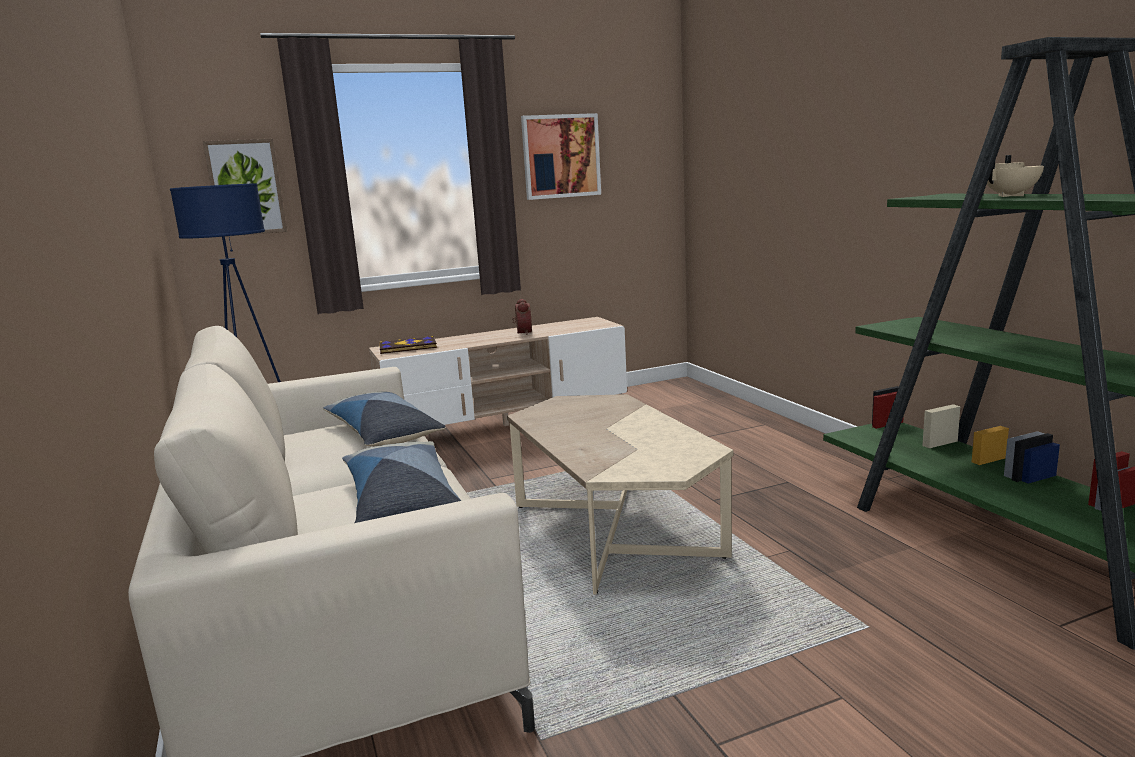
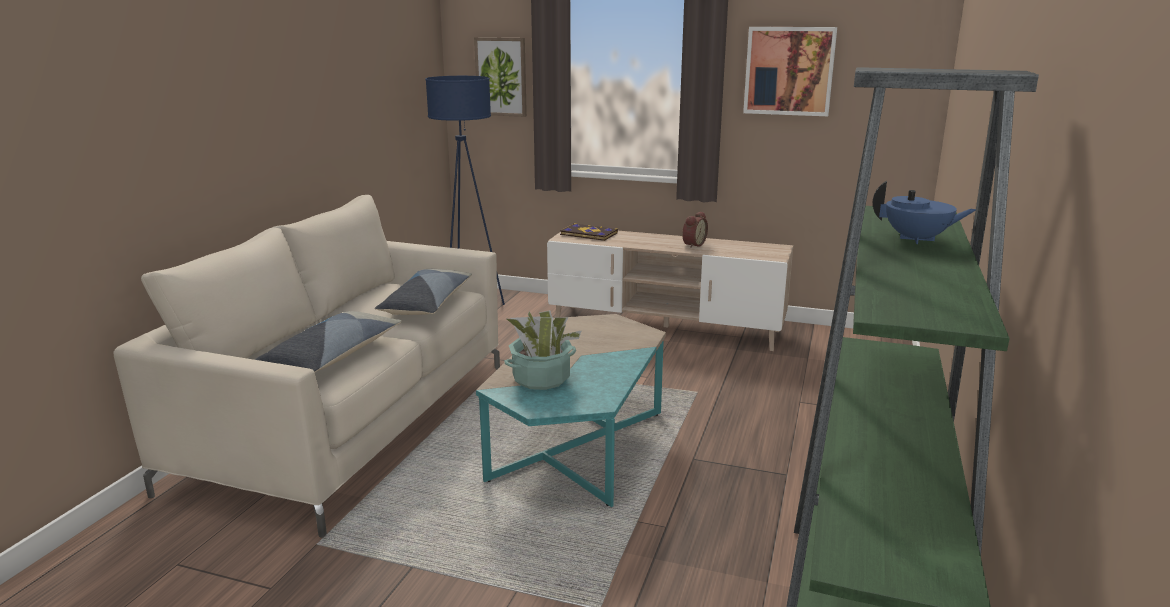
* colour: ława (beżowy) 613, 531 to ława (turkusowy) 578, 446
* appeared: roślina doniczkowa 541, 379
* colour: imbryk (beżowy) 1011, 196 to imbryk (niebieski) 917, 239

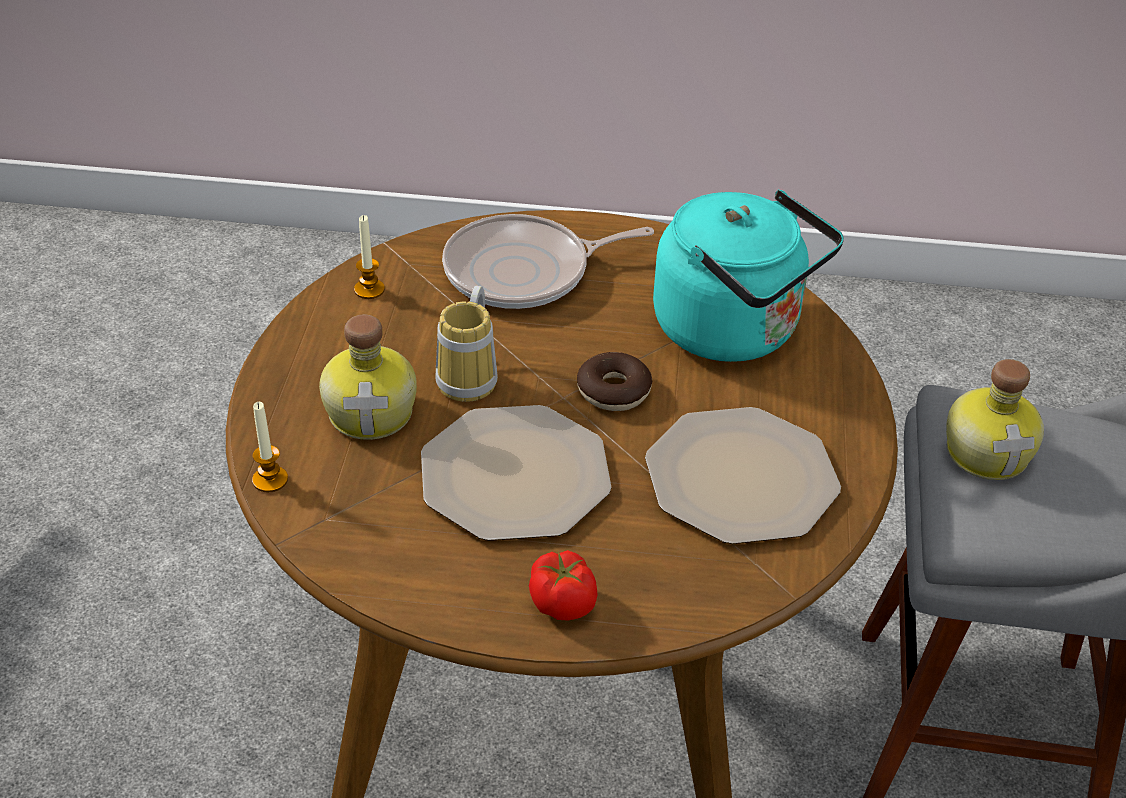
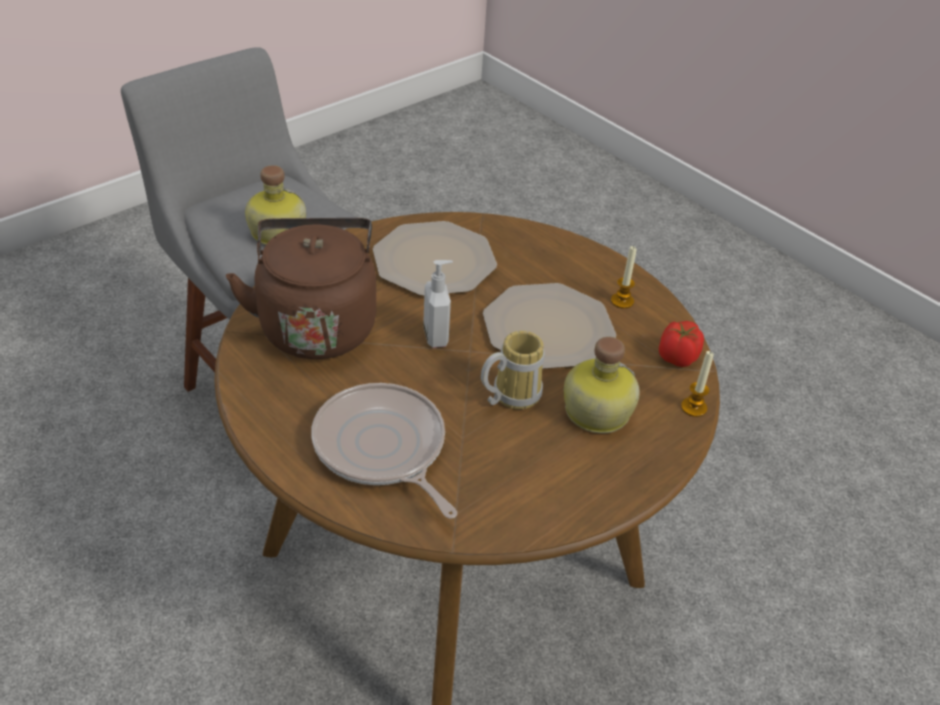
* colour: czajnik (turkusowy) 734, 331 to czajnik (brązowy) 316, 324
* spun: patelnia 524, 272 = 382, 449 150 degrees counterclockwise
* exchanged: donut 613, 391 to dozownik mydła 436, 336
* relocated: świeca 369, 290 to 622, 301
* relocated: pomidor 562, 604 to 676, 357

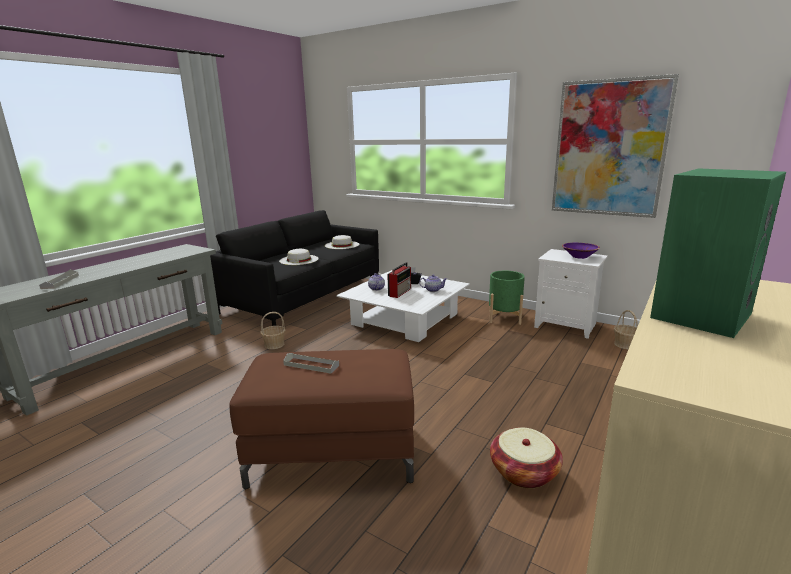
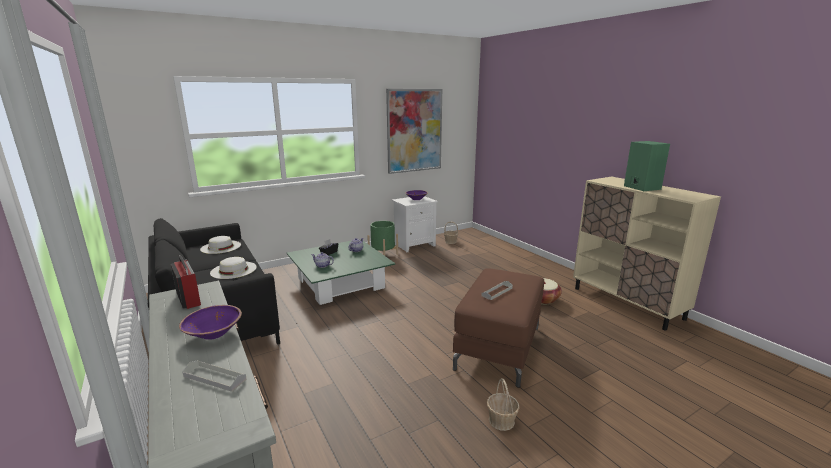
* relocated: radio 400, 292 to 189, 298
* appeared: miska (fioletowy) 214, 333
* colour: ława (biały) 405, 319 to ława (zielony) 340, 283
* relocated: koszyk 274, 345 to 501, 421

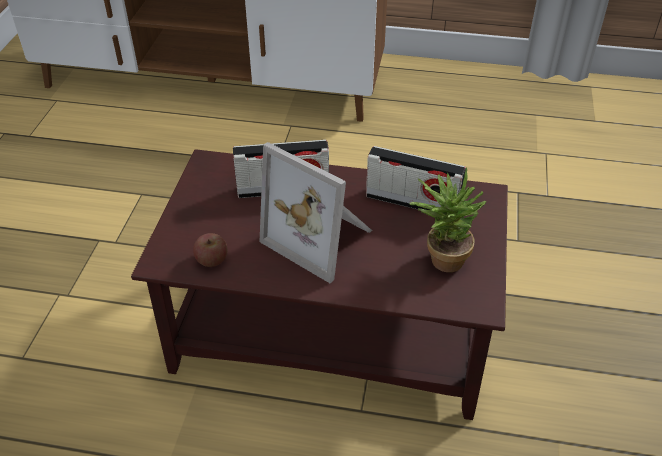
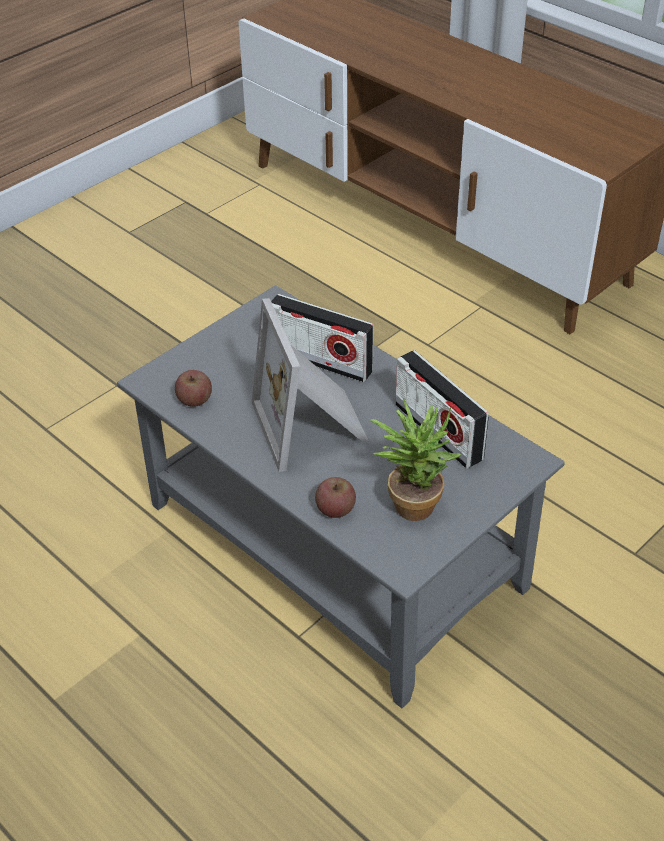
* colour: ława (brązowy) 333, 331 to ława (szary) 337, 546
* appeared: jabłko 335, 509

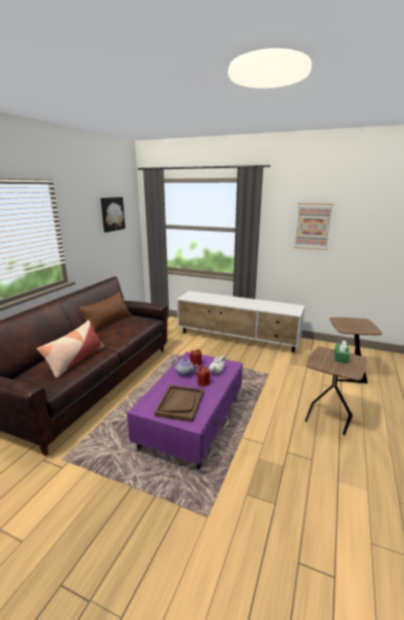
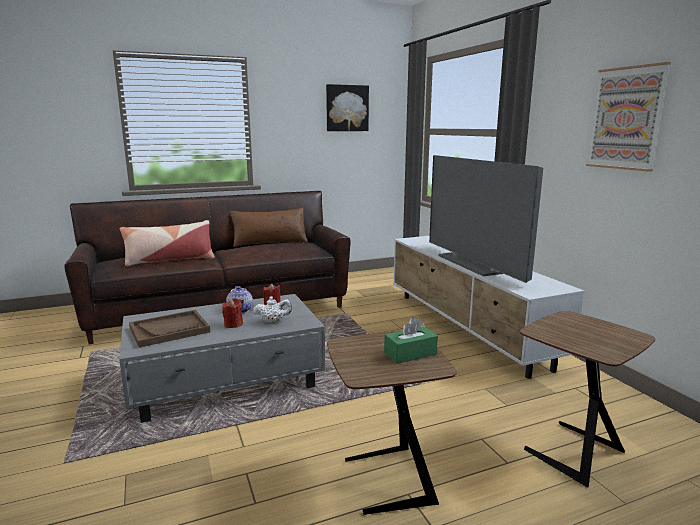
* colour: ława (fioletowy) 193, 421 to ława (szary) 227, 381
* appeared: telewizor 476, 263

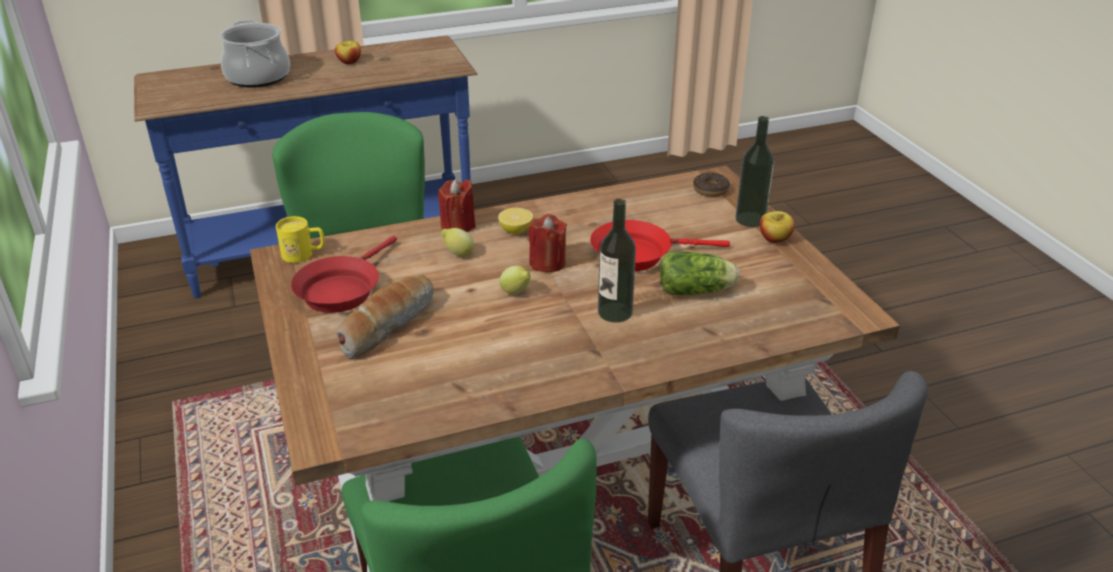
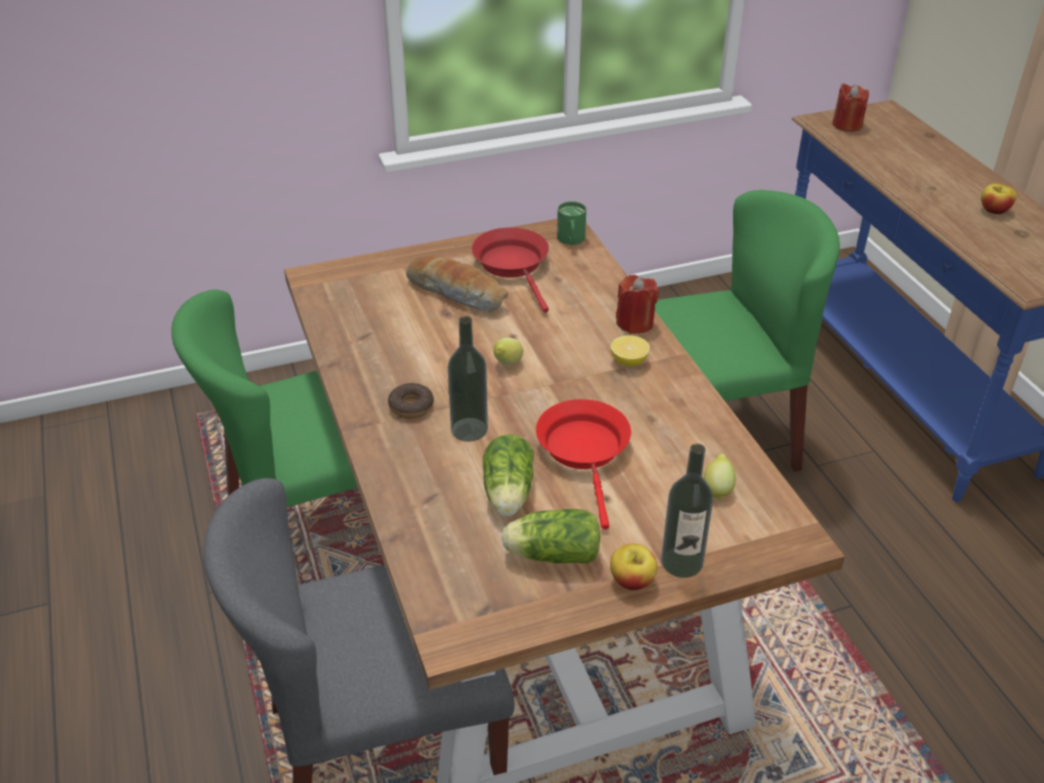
* relocated: donut 710, 190 to 411, 406
* spun: patelnia (czerwony) 342, 289 = 513, 266 45 degrees clockwise
* appeared: sałata 550, 554
* colour: kubek (żółty) 304, 254 to kubek (zielony) 571, 241
* relocated: cytryna 458, 254 to 717, 489
* relocated: świeca (czerwony) 547, 263 to 847, 125
* missing: garnek 257, 77

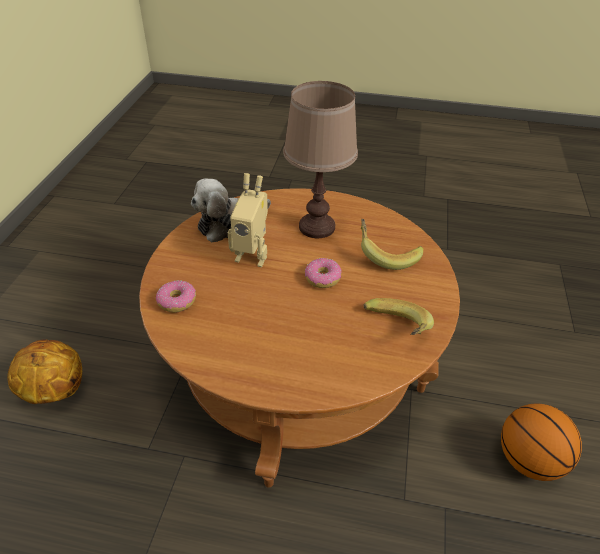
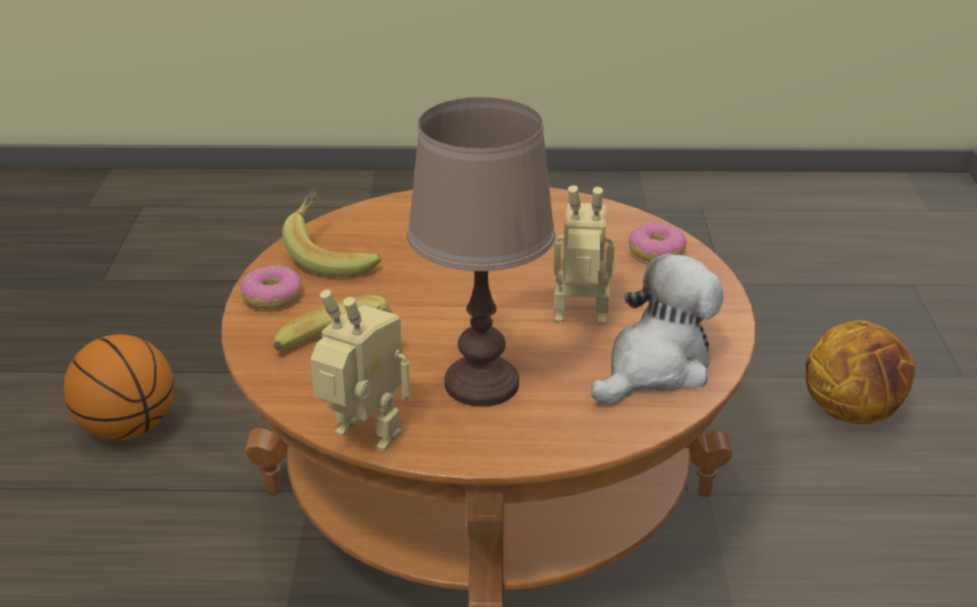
* relocated: donut 322, 278 to 272, 297
* appeared: robot zabawkowy 362, 439

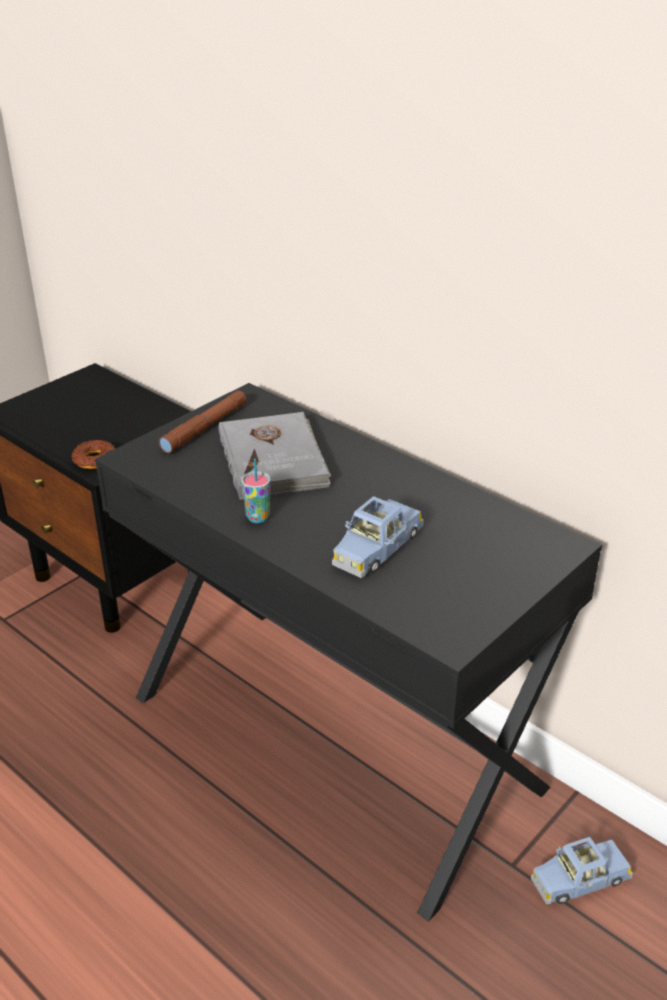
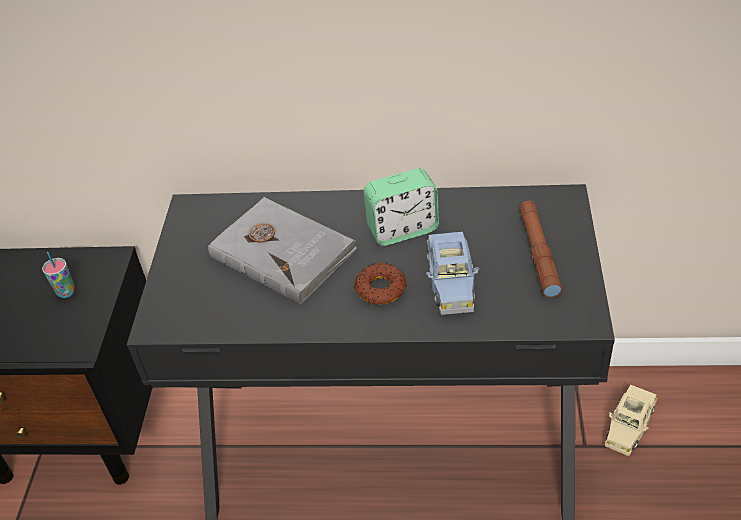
* relocated: filiżanka 257, 517 to 66, 292
* relocated: donut 94, 459 to 380, 289
* appeared: budzik 403, 229
* relocated: latarka (brązowy) 204, 428 to 538, 253
* colour: samochodzik (niebieski) 579, 879 to samochodzik (beżowy) 629, 425

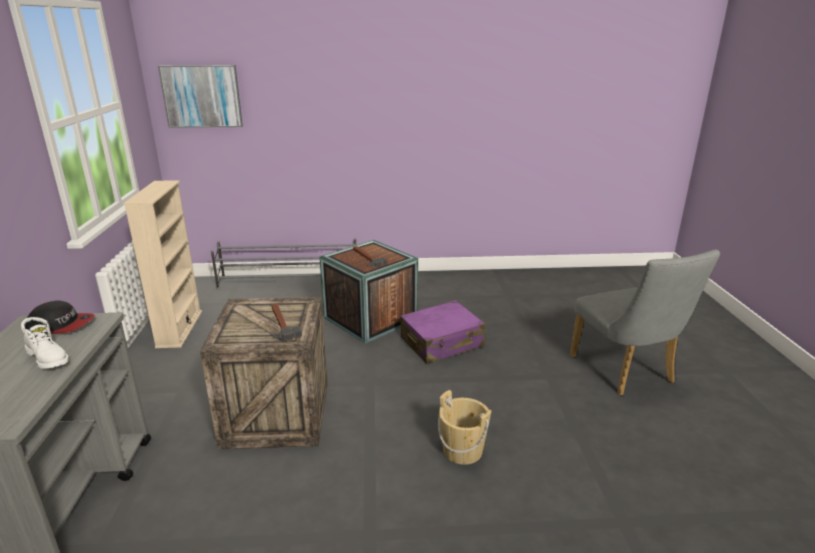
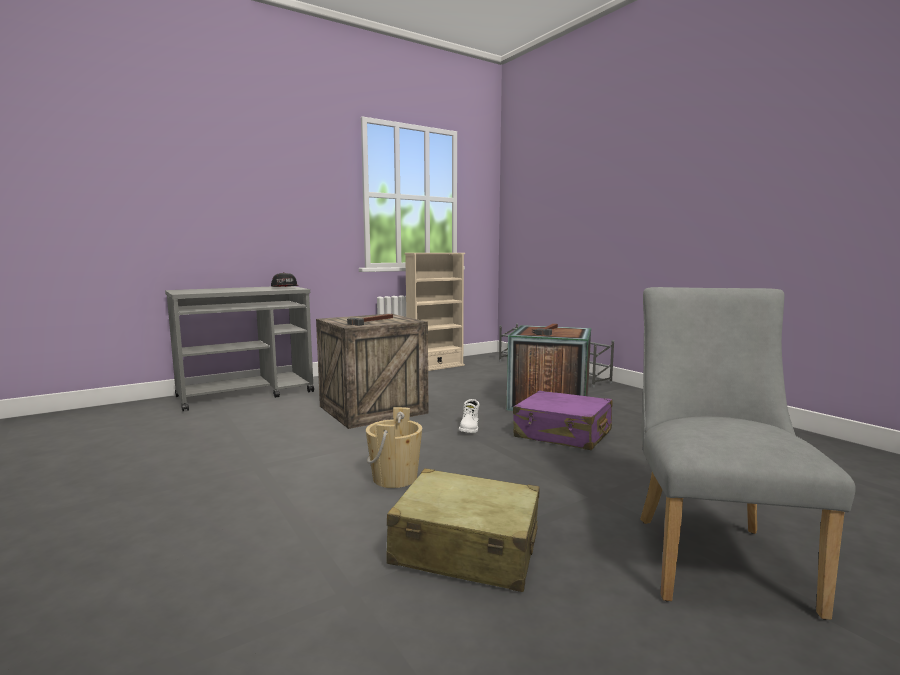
* appeared: walizka (beżowy) 466, 548
* relocated: but z cholewką (biały) 49, 358 to 470, 428
* spun: krzesło (szary) 626, 373 = 713, 554 150 degrees clockwise
* missing: obraz 202, 96

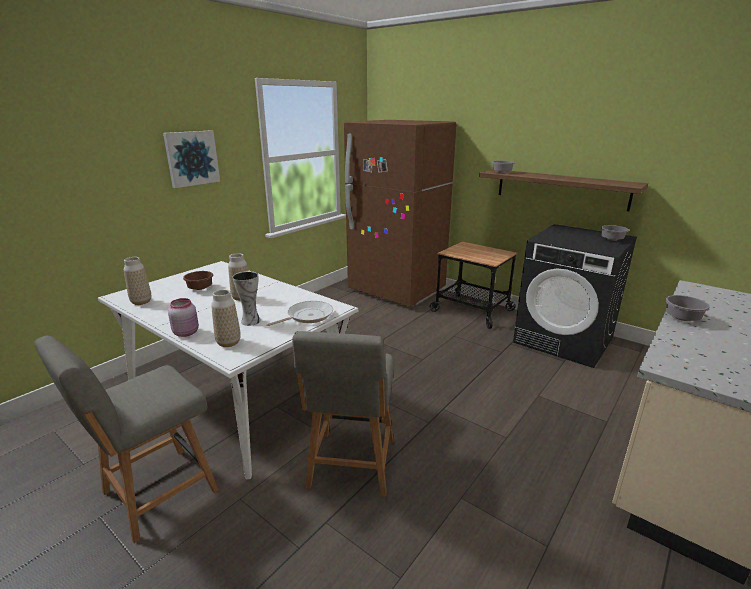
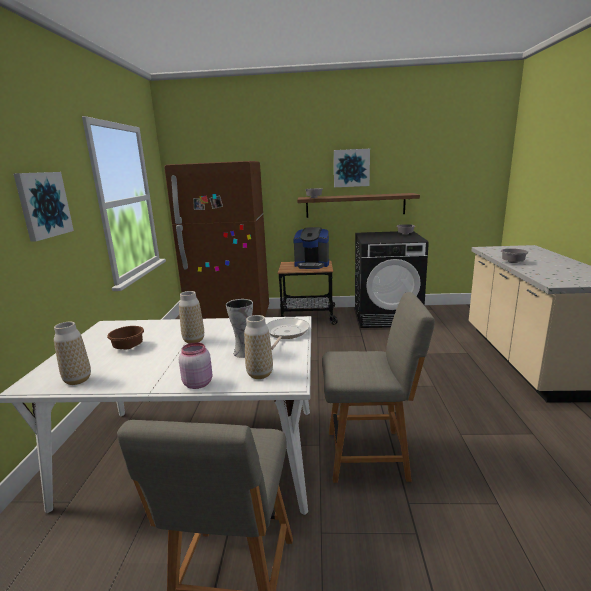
* appeared: ekspres do kawy 312, 265
* spun: krzesło (szary) 351, 466 = 370, 454 60 degrees counterclockwise
* appeared: obraz 351, 168

